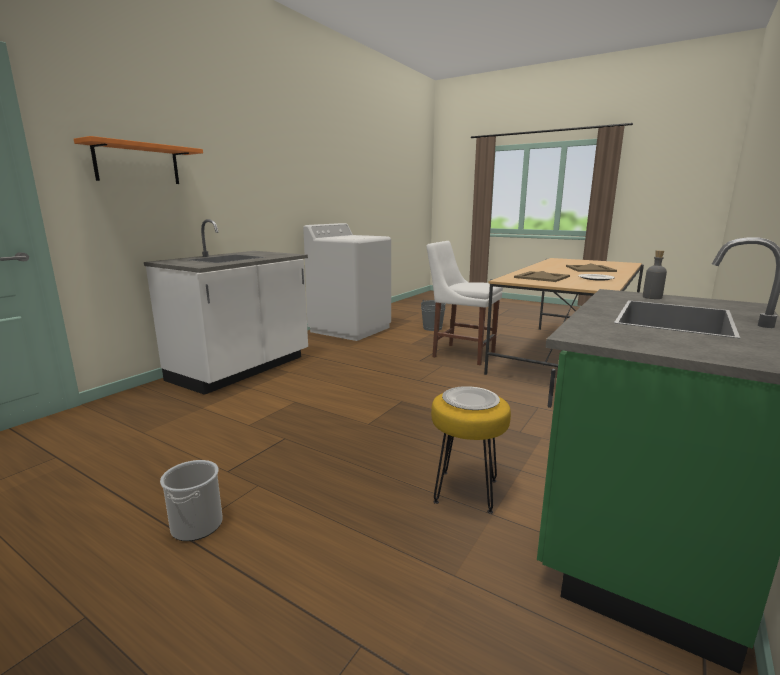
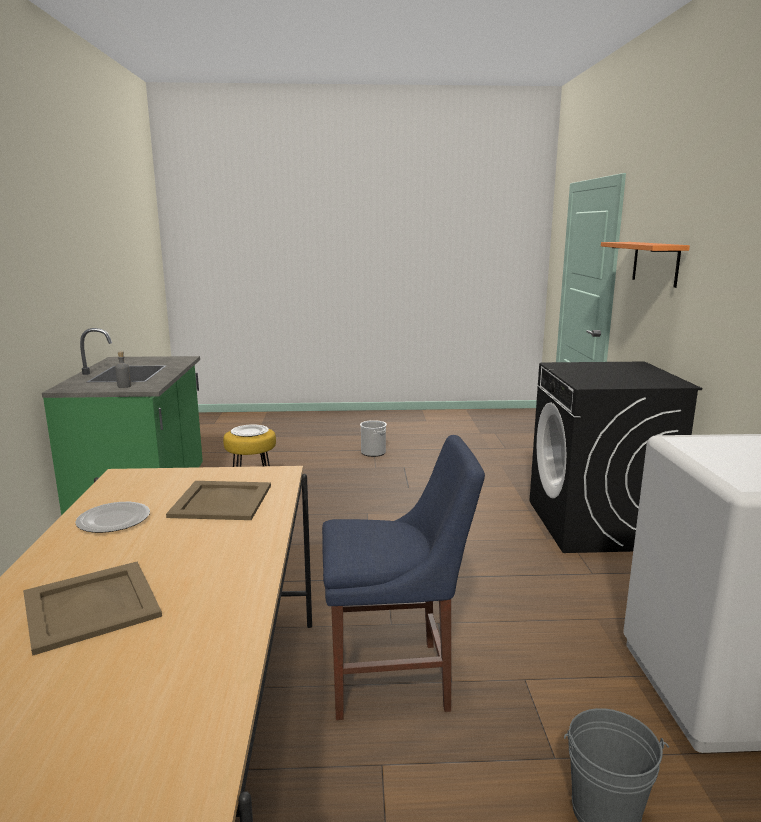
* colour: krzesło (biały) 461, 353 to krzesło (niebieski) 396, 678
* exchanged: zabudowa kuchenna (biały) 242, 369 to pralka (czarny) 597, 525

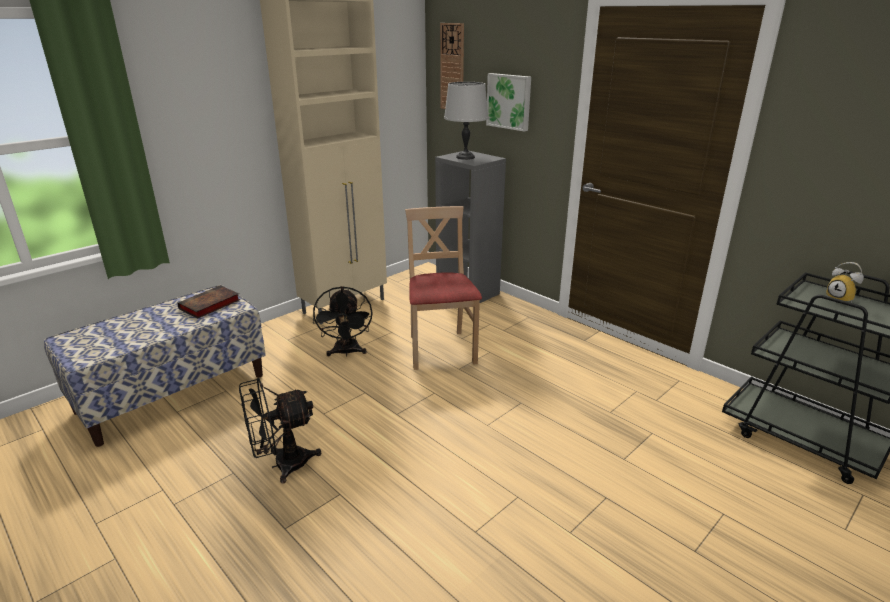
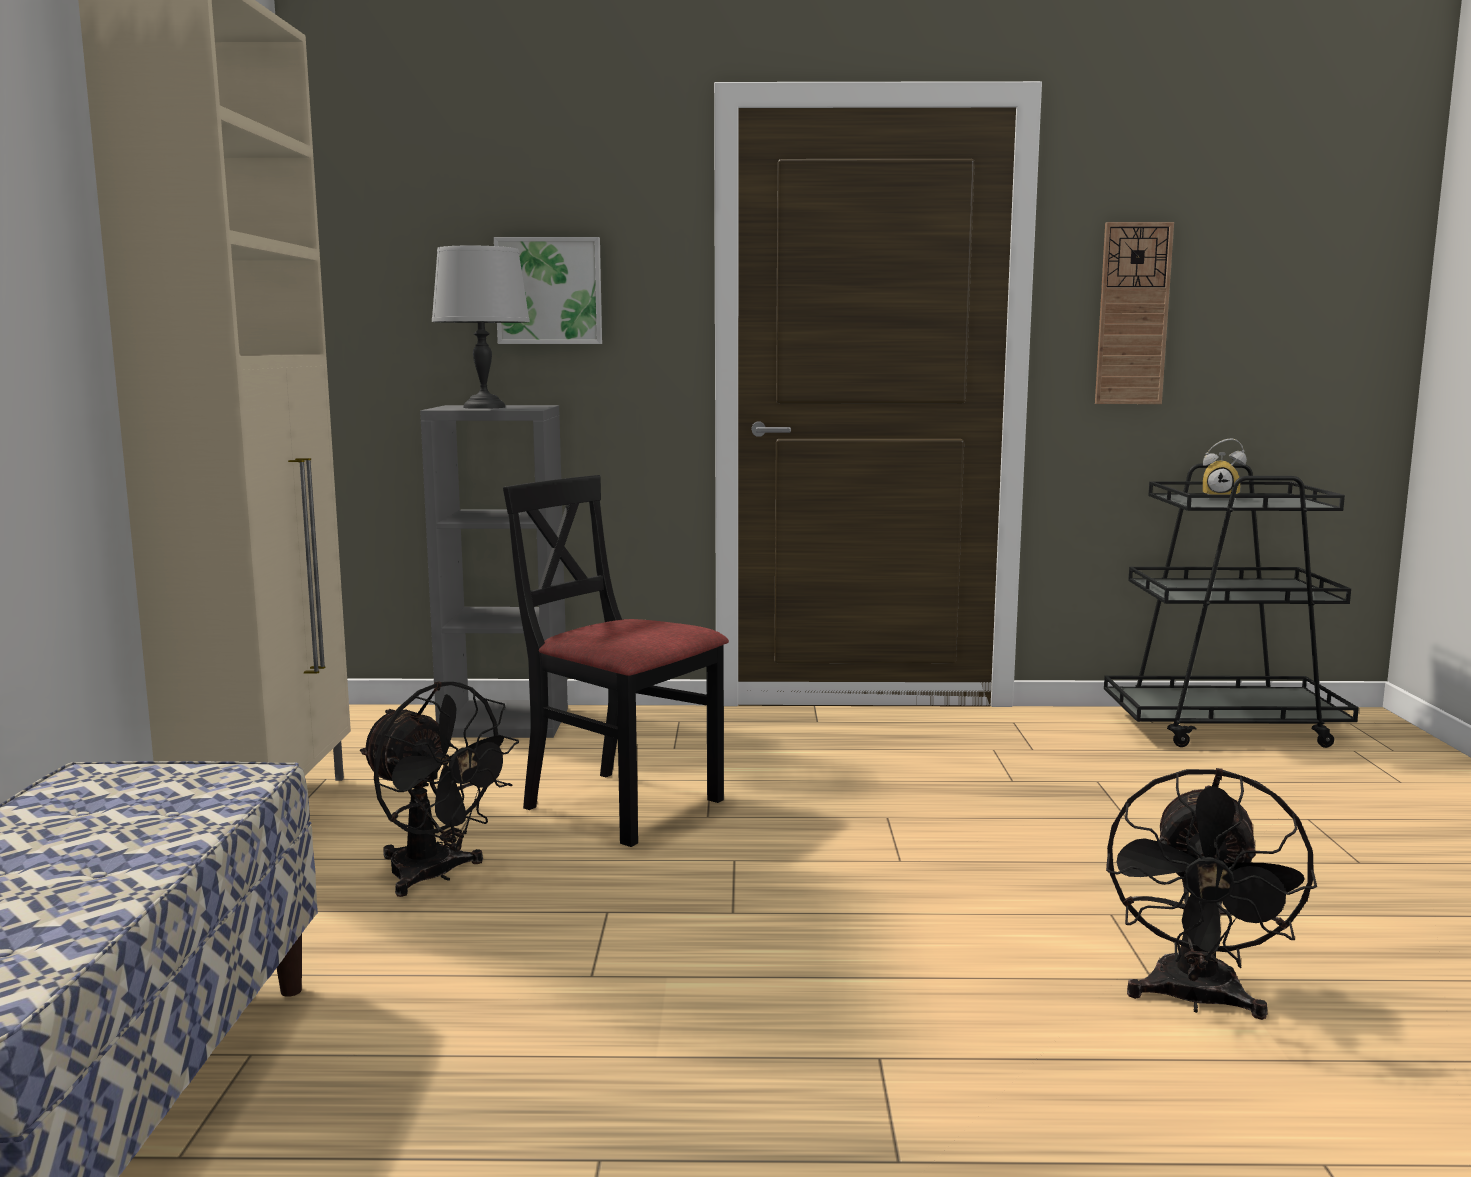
* colour: krzesło (beżowy) 441, 350 to krzesło (czarny) 621, 805
* relocated: zegar ścienny 452, 67 to 1133, 314
* relocated: wentylator (czarny) 282, 465 to 1195, 1000
* missing: książka 209, 305

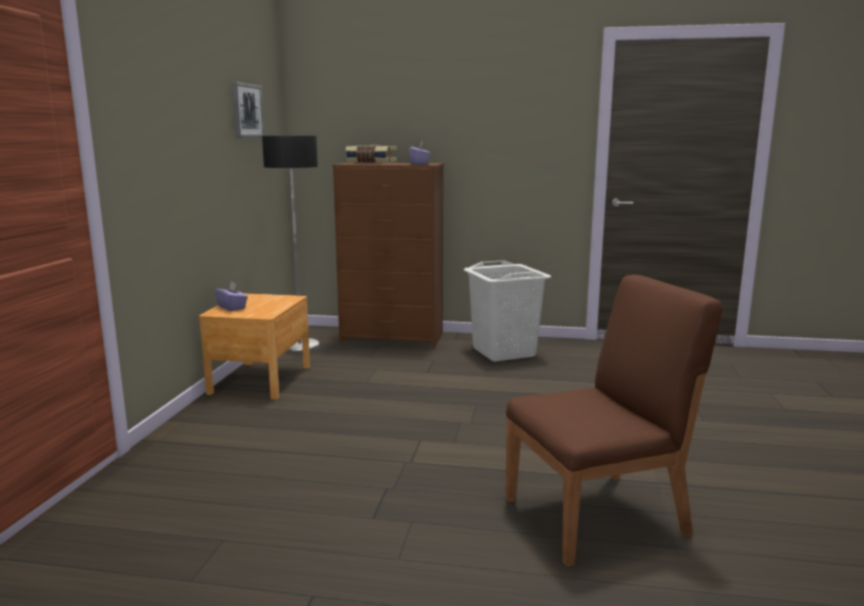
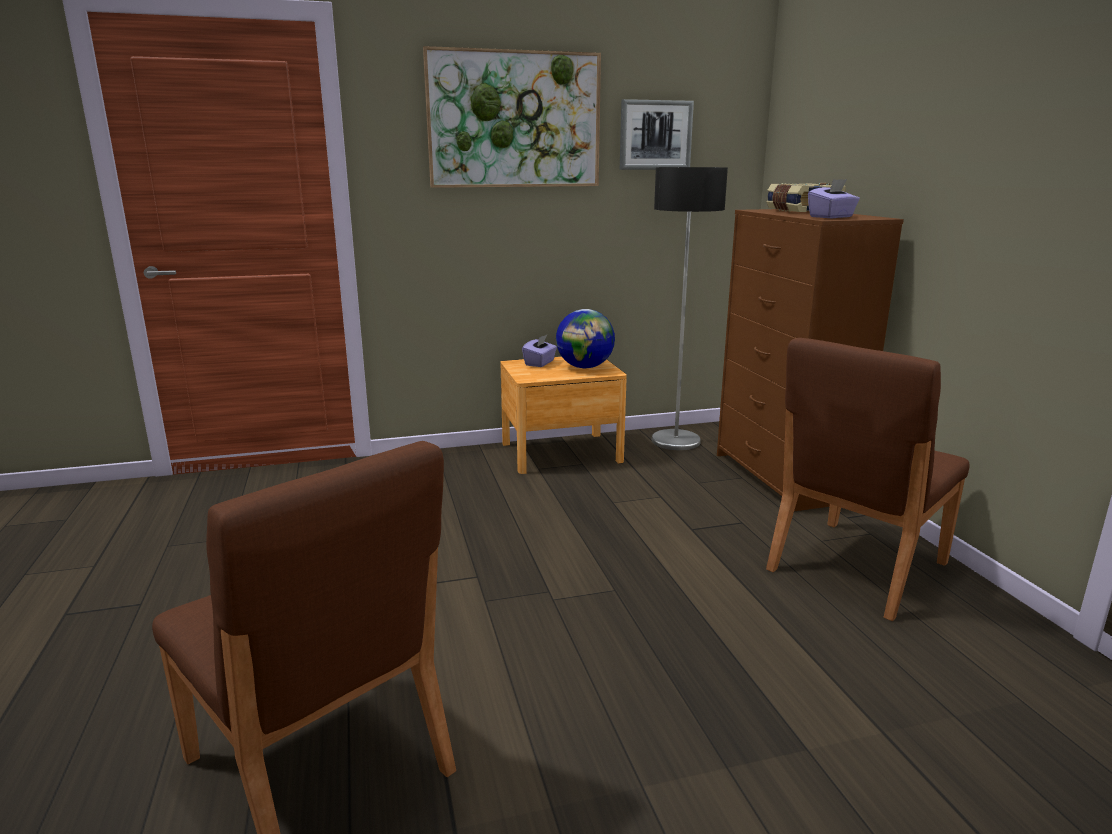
* appeared: obraz 514, 120
* appeared: globus 585, 367
* exchanged: kosz na pranie (biały) 503, 352 to krzesło (brązowy) 855, 567

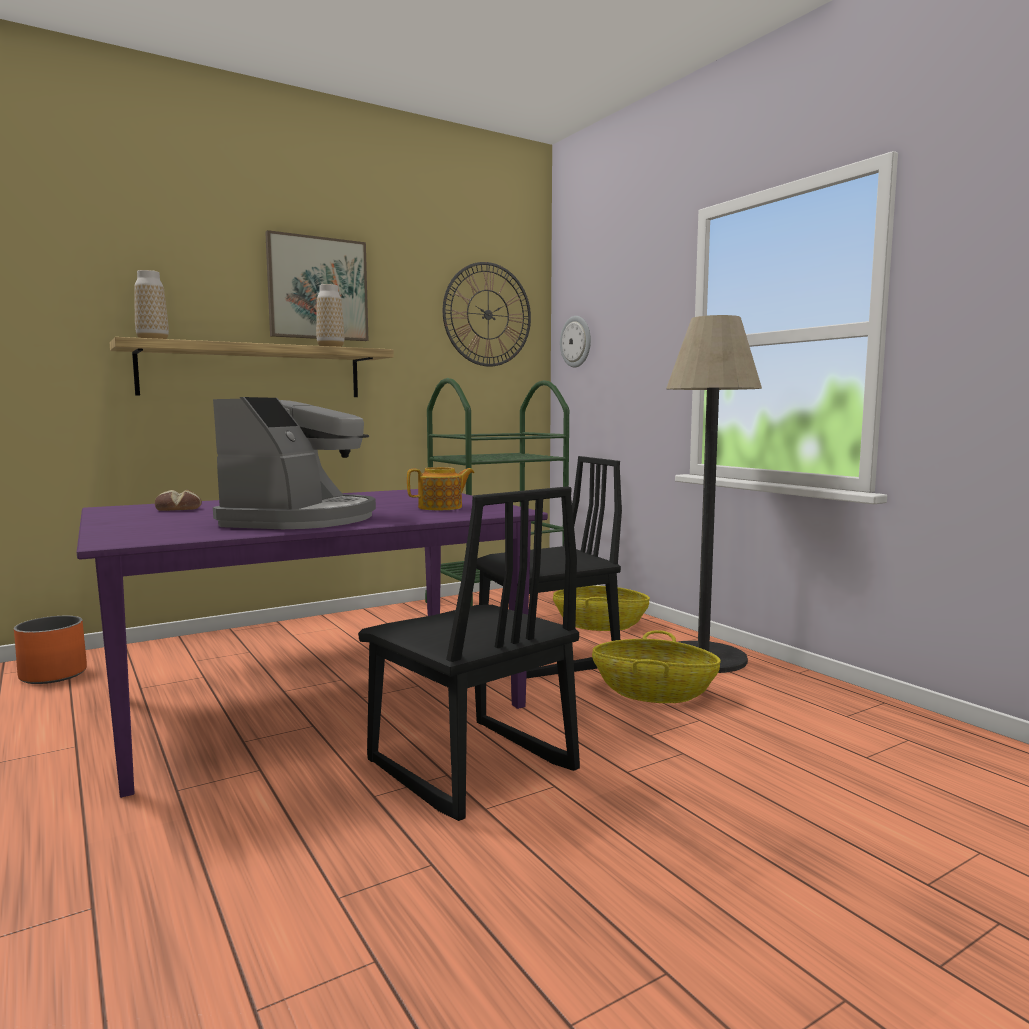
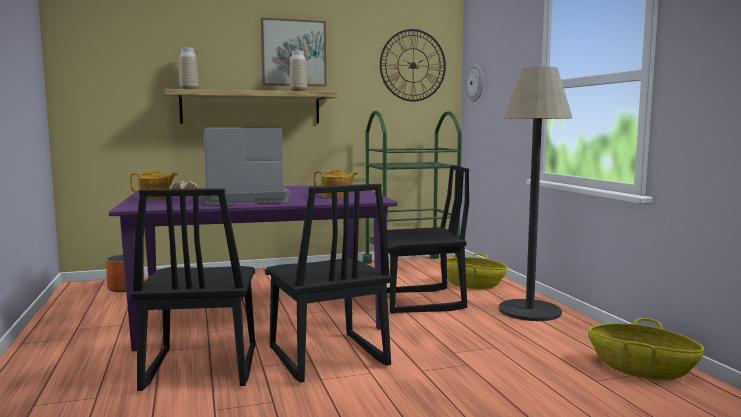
* appeared: imbryk 155, 198
* appeared: krzesło (czarny) 200, 368
* spun: ekspres do kawy 301, 519 = 243, 200 135 degrees counterclockwise
* relocated: koszyk 653, 692 to 641, 369

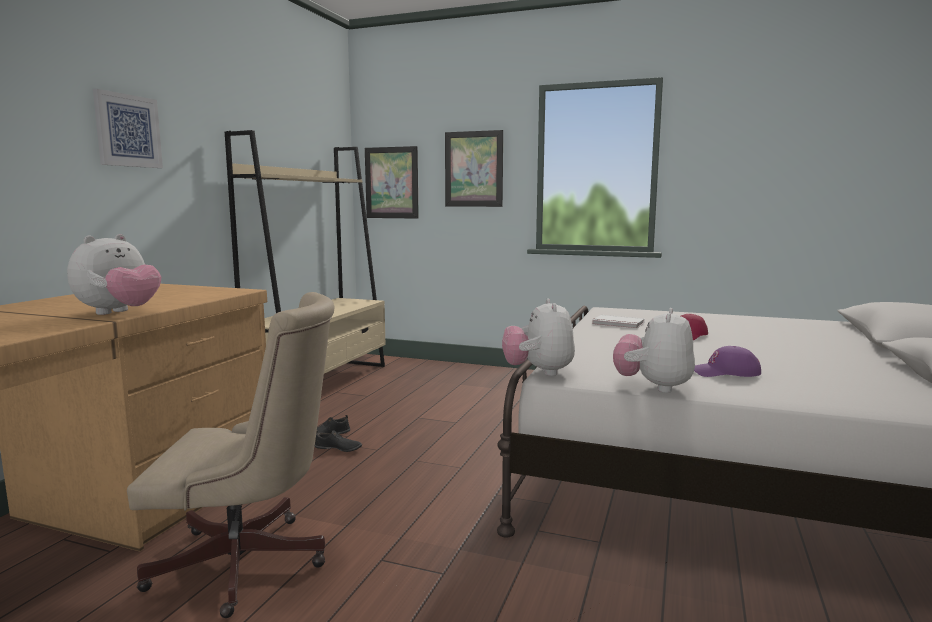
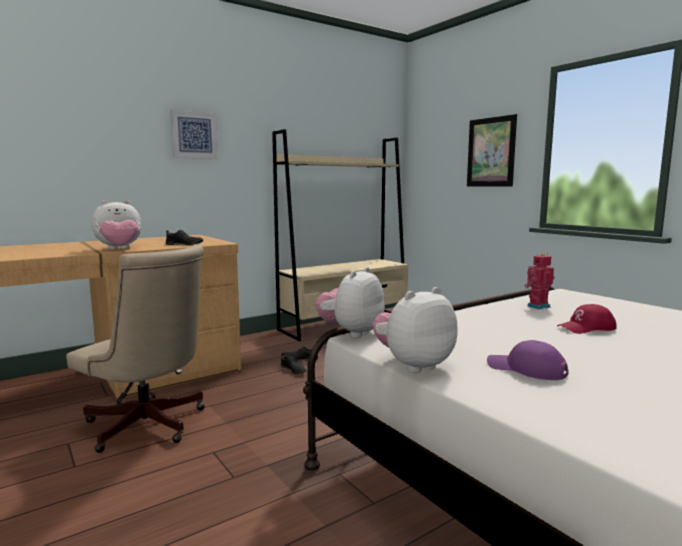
* appeared: but (czarny) 184, 245
* exchanged: książka (biały) 618, 324 to robot zabawkowy 537, 306
* missing: obraz 391, 183

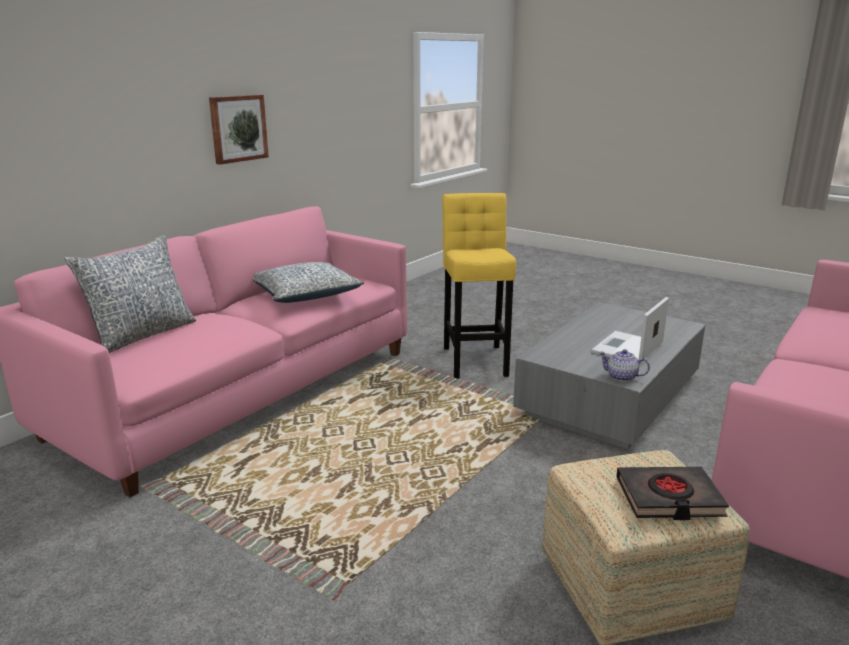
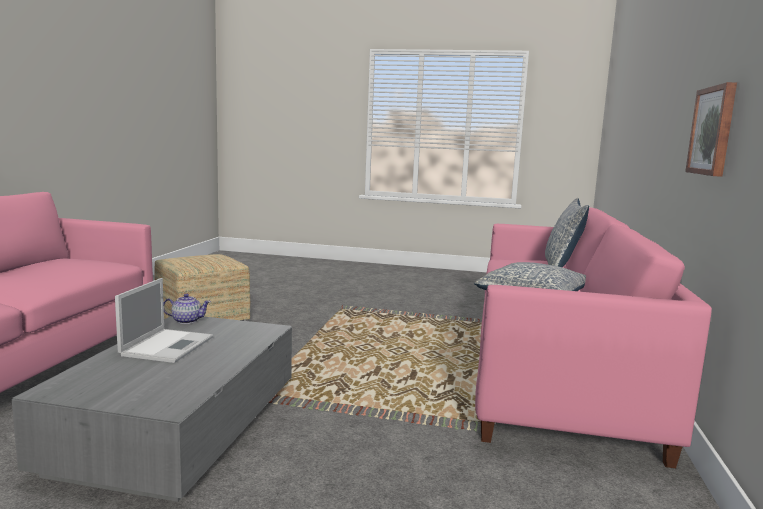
* missing: stołek (żółty) 475, 359
* missing: książka (czarny) 669, 498

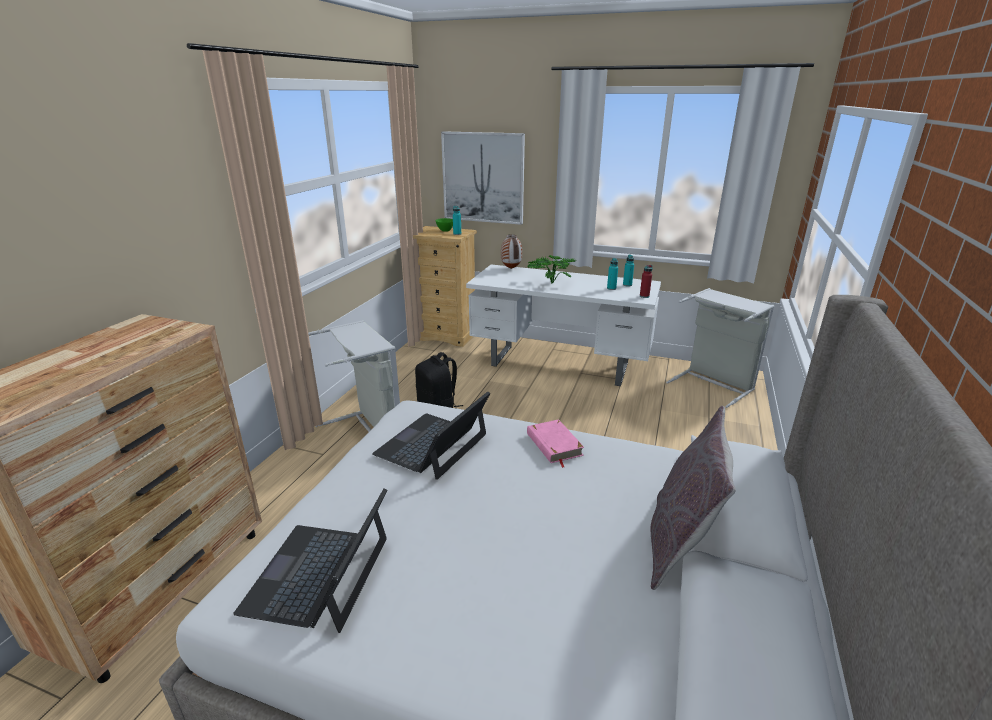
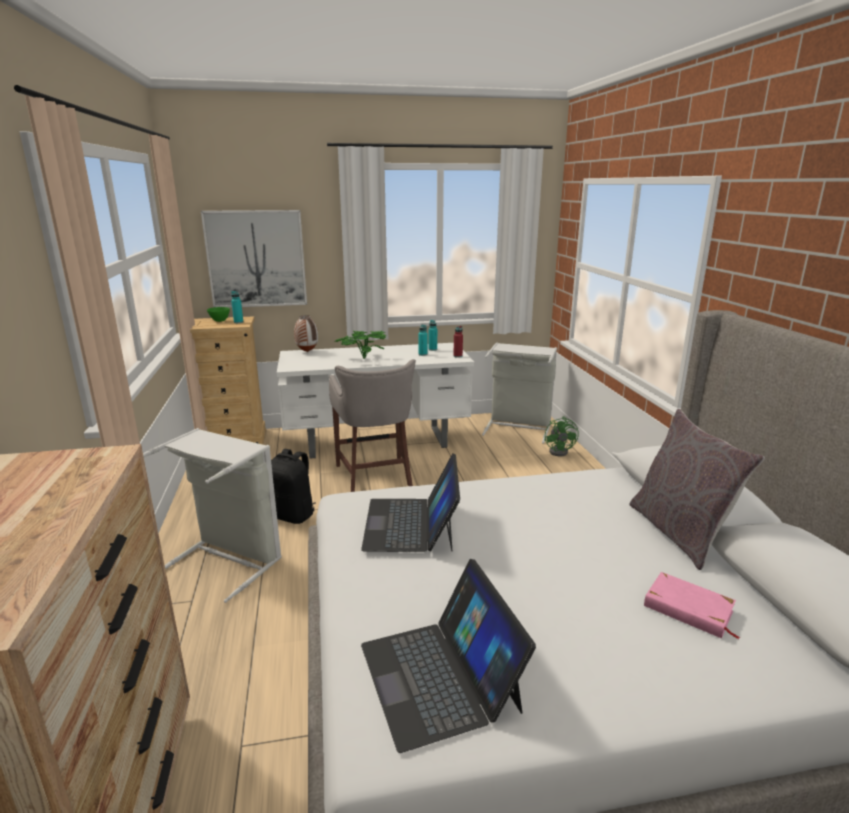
* appeared: stołek (szary) 375, 476
* appeared: wentylator (zielony) 560, 451
* relocated: książka (różowy) 554, 445 to 688, 609

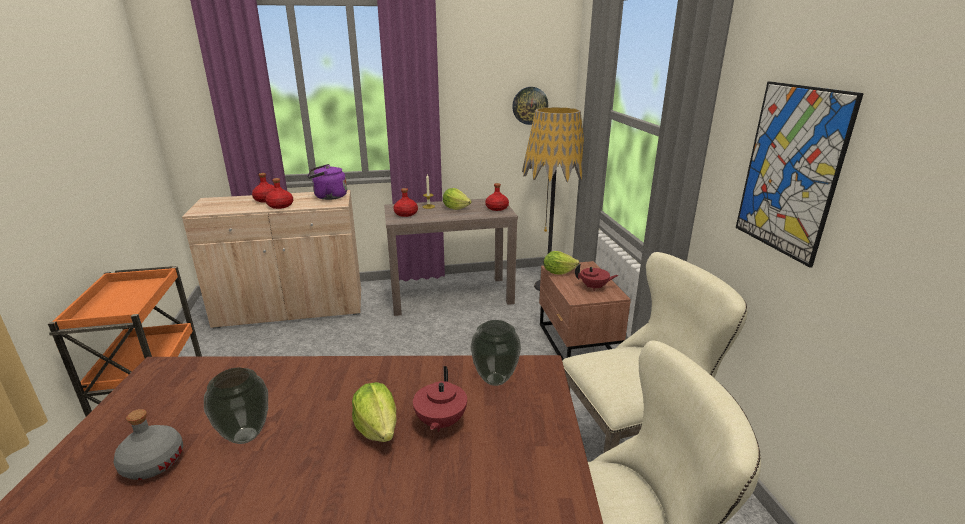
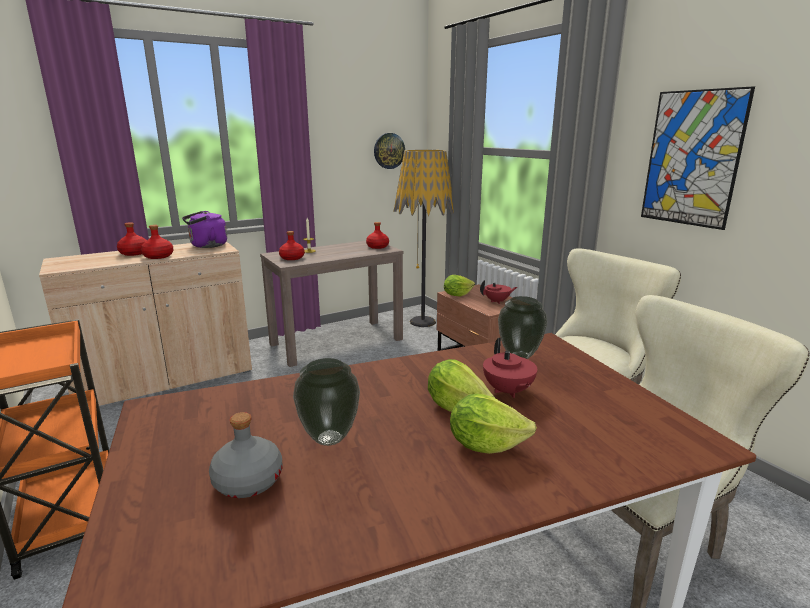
* relocated: sałata 456, 208 to 485, 444

